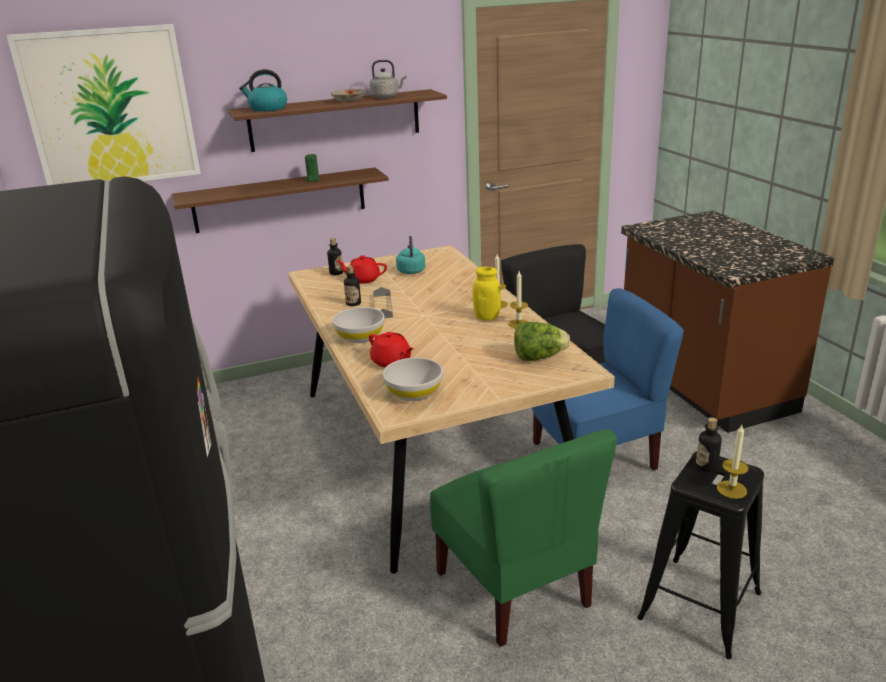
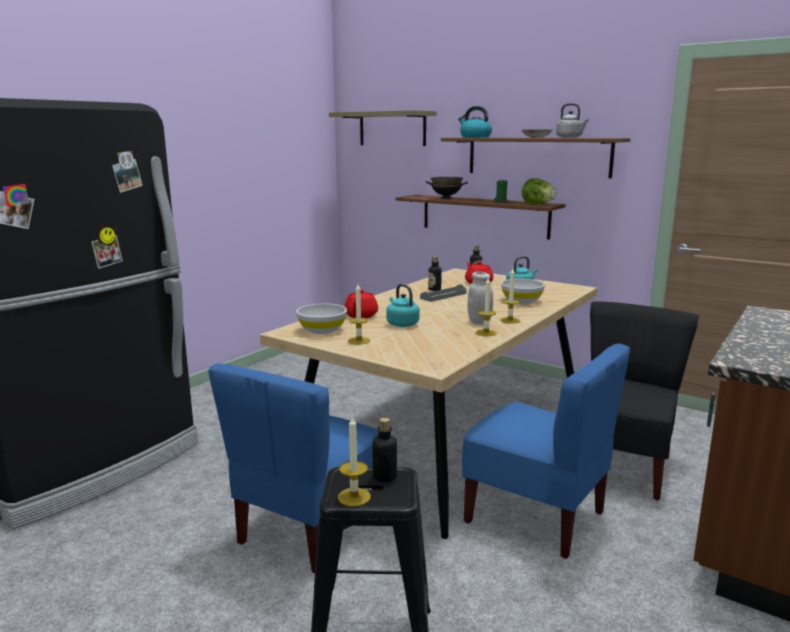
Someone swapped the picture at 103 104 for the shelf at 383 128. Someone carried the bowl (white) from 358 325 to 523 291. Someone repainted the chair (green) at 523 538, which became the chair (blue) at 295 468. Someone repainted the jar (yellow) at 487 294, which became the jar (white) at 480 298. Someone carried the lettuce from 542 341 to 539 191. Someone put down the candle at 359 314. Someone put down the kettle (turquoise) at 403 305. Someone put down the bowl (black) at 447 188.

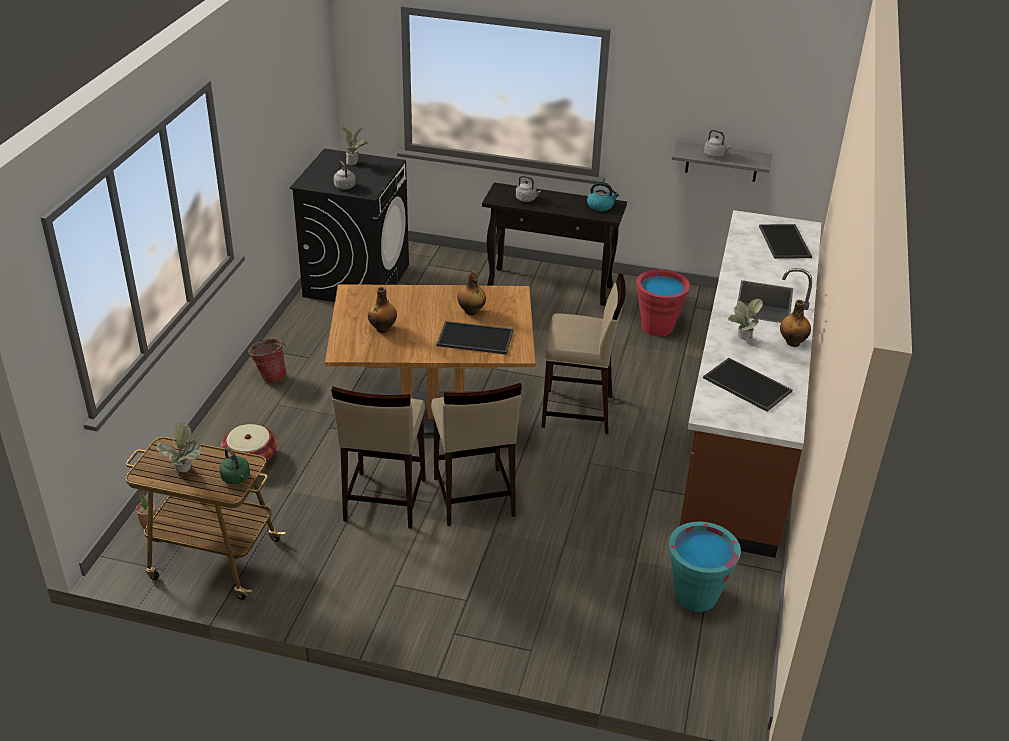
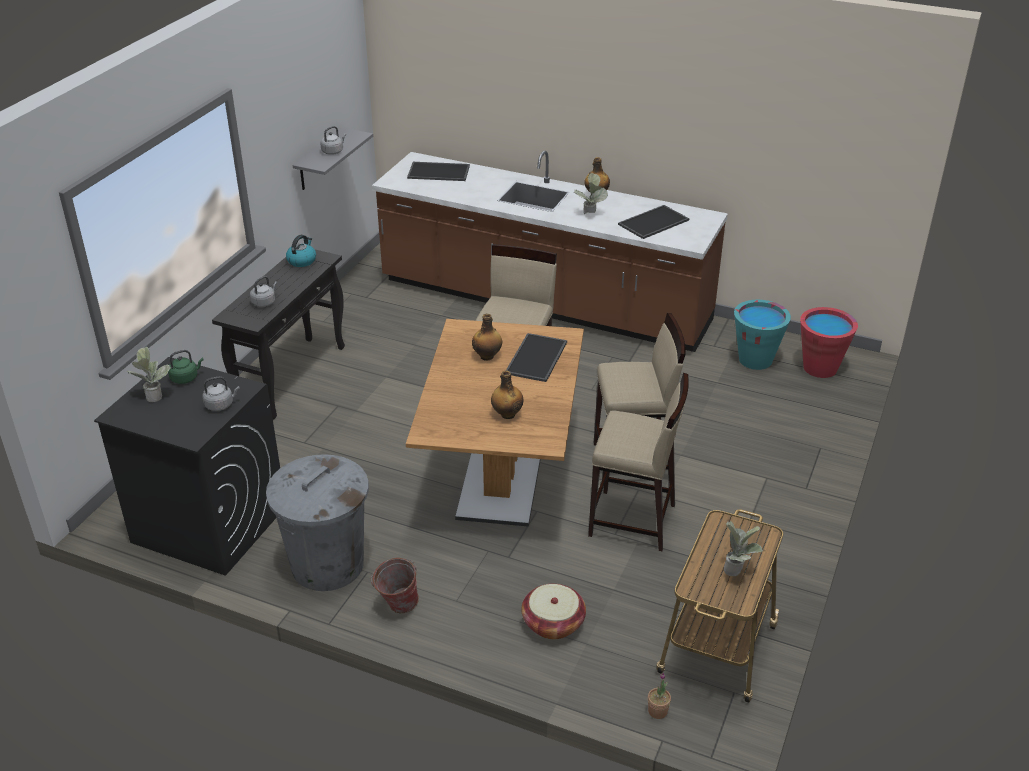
Someone carried the kettle (green) from 234 466 to 186 367. Someone carried the bucket (red) from 663 302 to 829 342. Someone put down the trash can (grey) at 317 522.

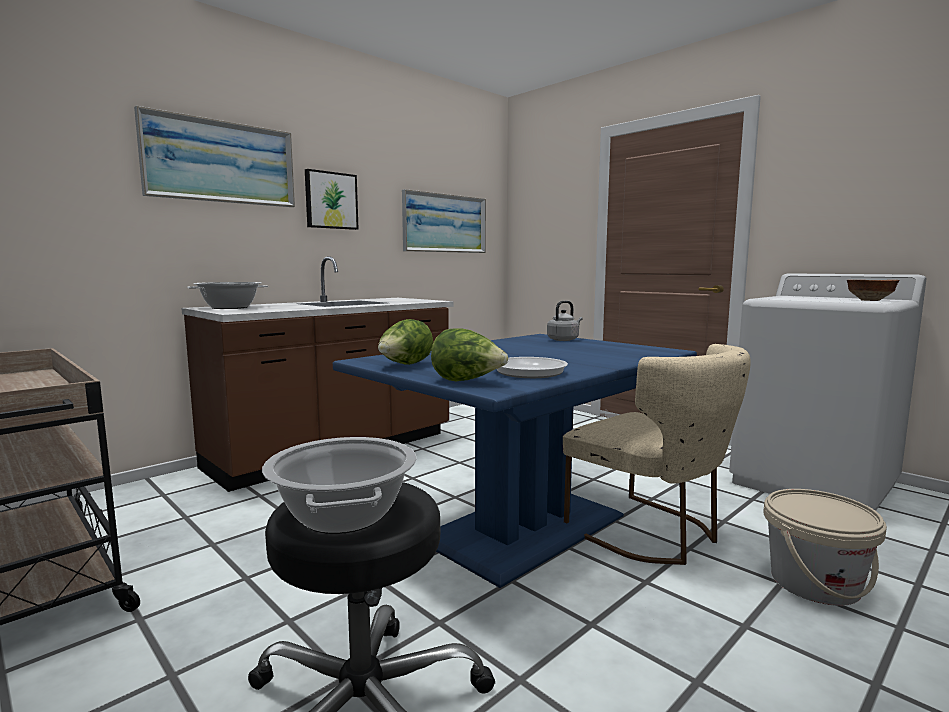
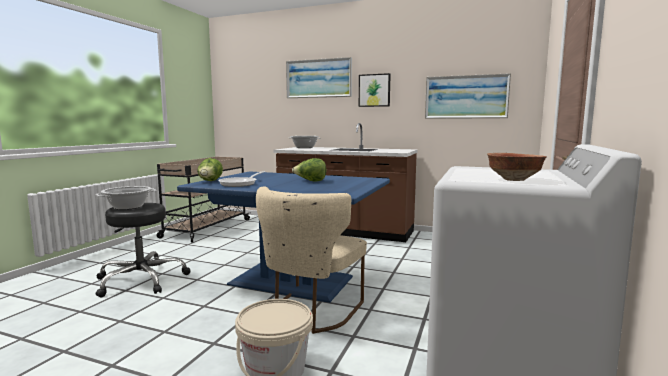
Someone carried the lettuce from 405 342 to 309 170. Someone took away the kettle (grey) at 565 321.

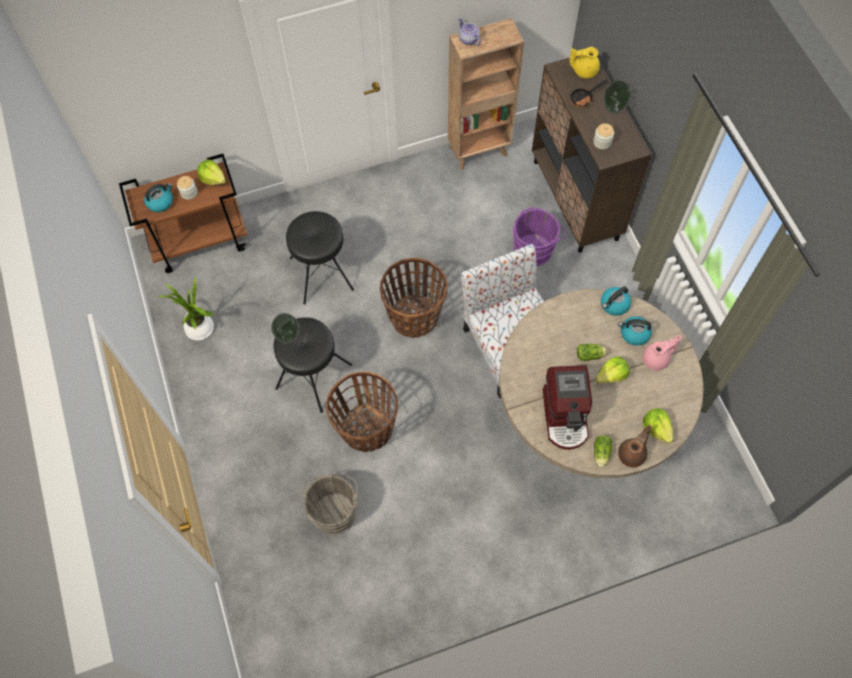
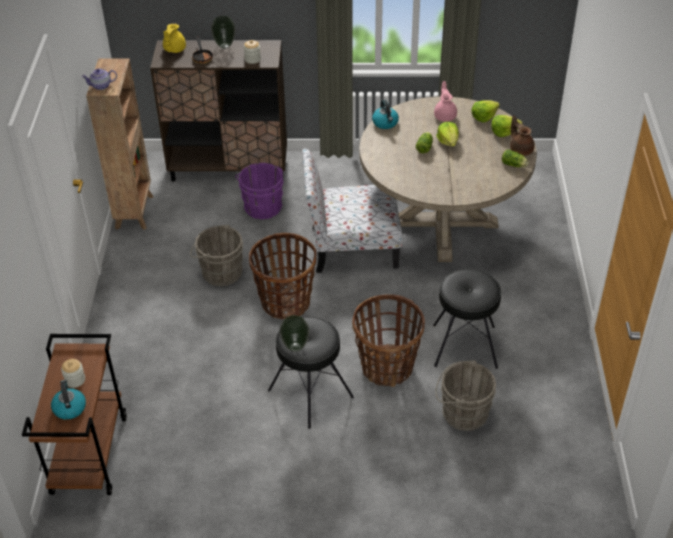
Someone took away the potted plant at 186 308. Someone carried the lettuce from 211 172 to 485 111. Someone carried the stool (black) from 320 258 to 467 319. Someone took away the coffee machine at 567 407. Someone took away the kettle at 635 331. Someone put down the bucket (grey) at 216 255.

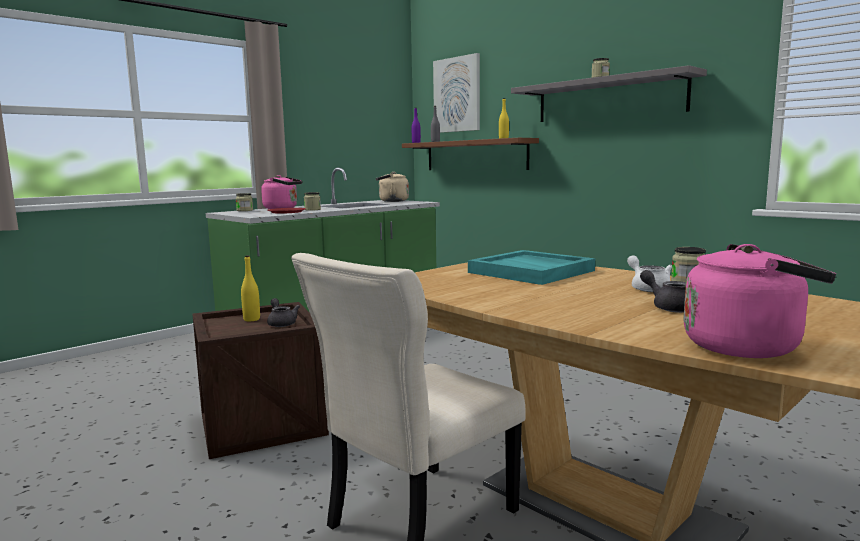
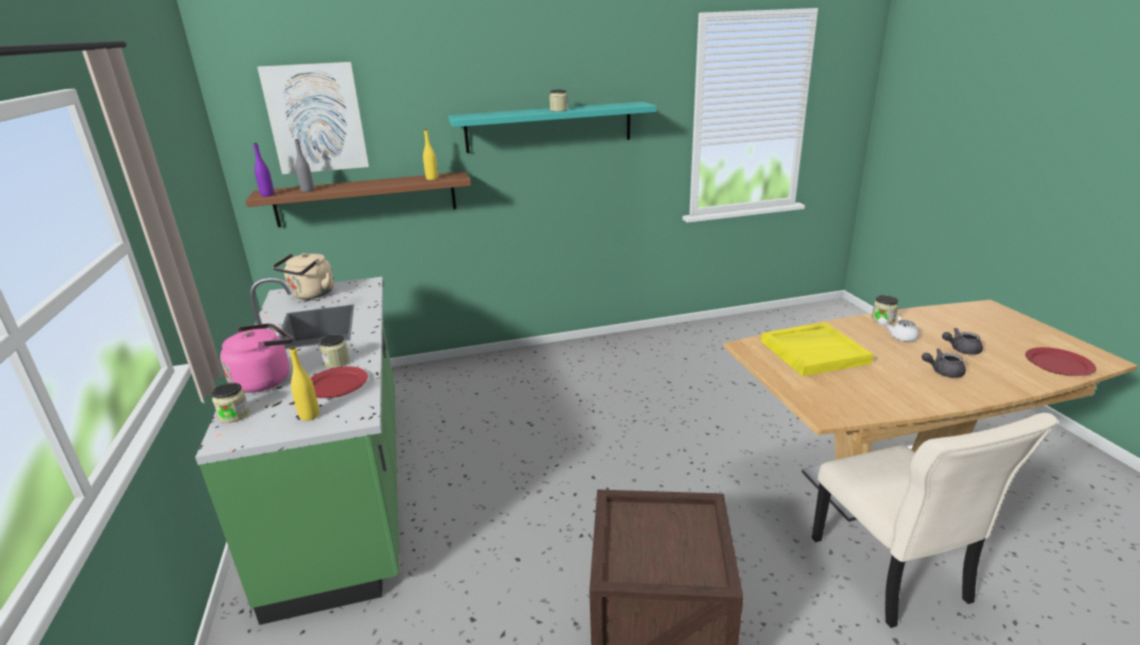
Someone carried the bottle (yellow) from 250 288 to 304 383. Someone carried the teapot (grey) from 283 312 to 944 363. Someone repainted the tray (turquoise) at 531 267, which became the tray (yellow) at 817 349. Someone repainted the shelf (grey) at 609 93, which became the shelf (turquoise) at 552 127. Someone swapped the kettle (pink) at 760 301 for the plate (red) at 1060 361.

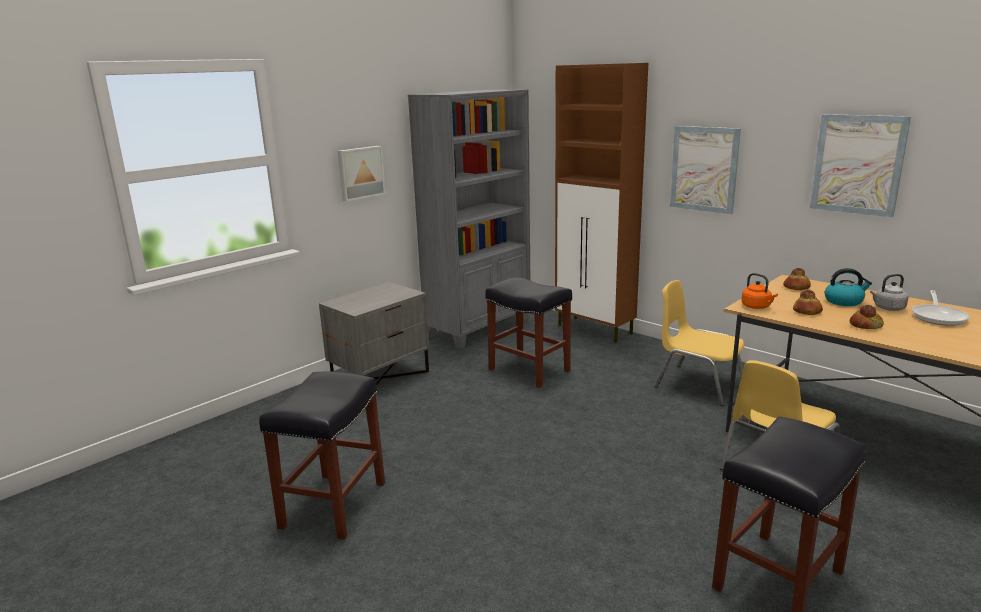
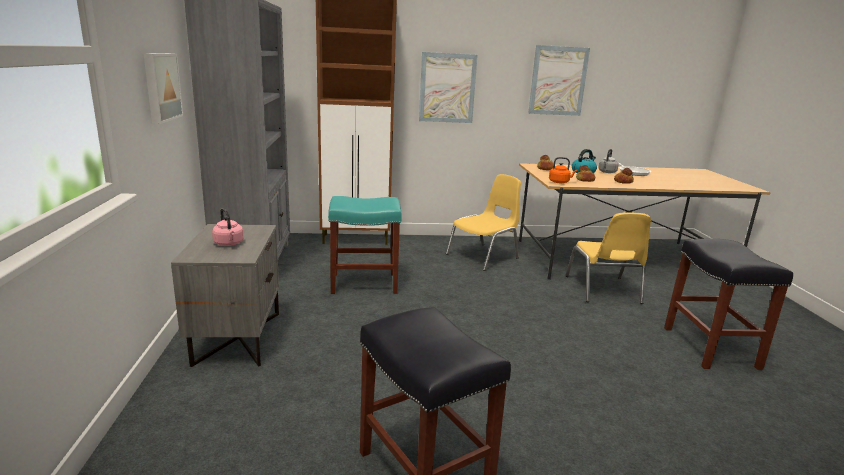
Someone repainted the stool (black) at 528 332, which became the stool (turquoise) at 365 245. Someone rotated the chair (yellow) at 699 343 by 150 degrees clockwise. Someone put down the kettle (pink) at 228 227.

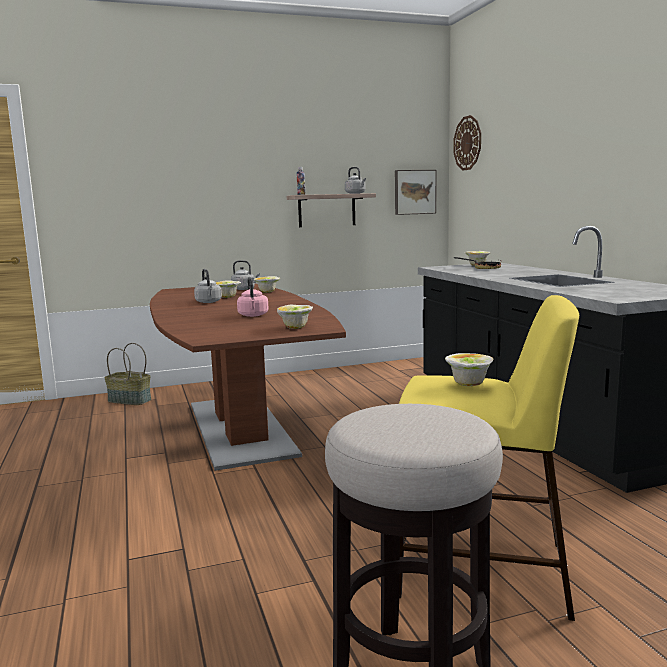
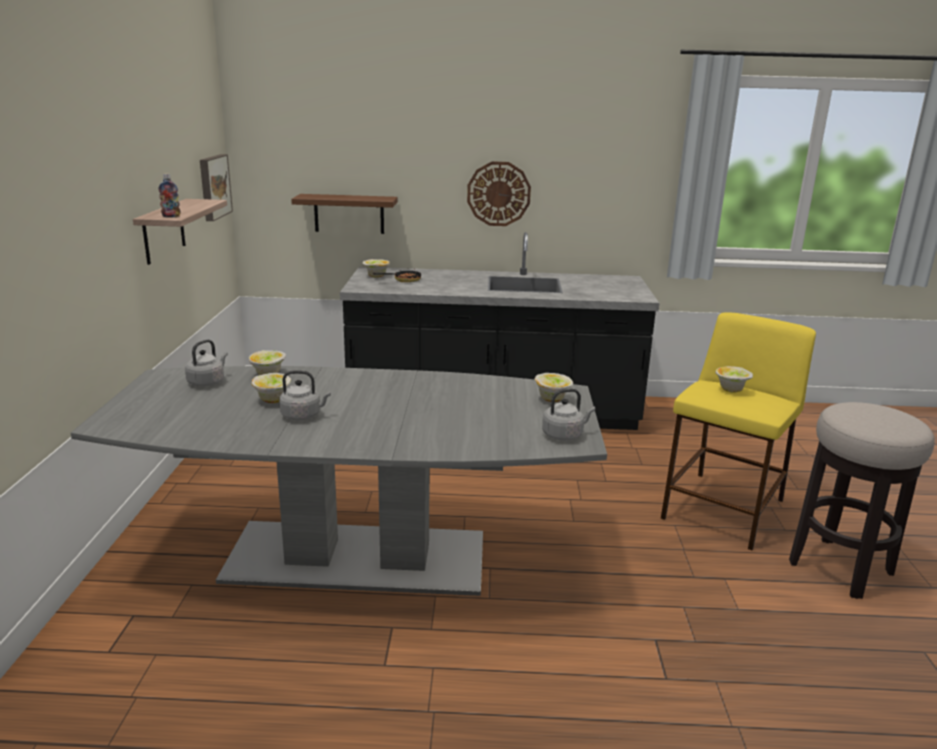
Someone took away the basket at 127 374. Someone repainted the dining table (brown) at 248 377, which became the dining table (grey) at 339 481. Someone took away the kettle (pink) at 252 297. Someone carried the kettle (grey) from 355 180 to 568 415. Someone carried the wall clock from 467 143 to 499 193. Someone put up the shelf (brown) at 344 214.

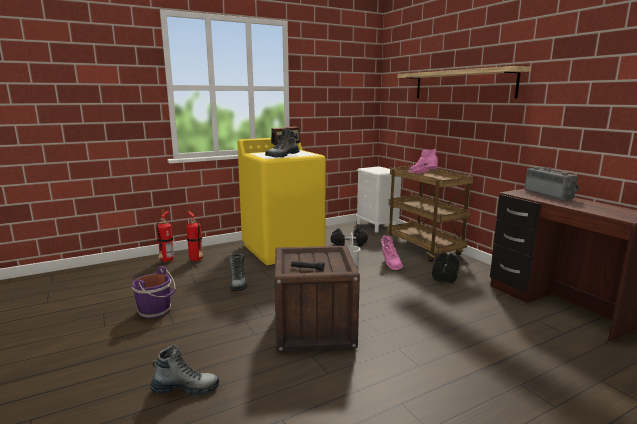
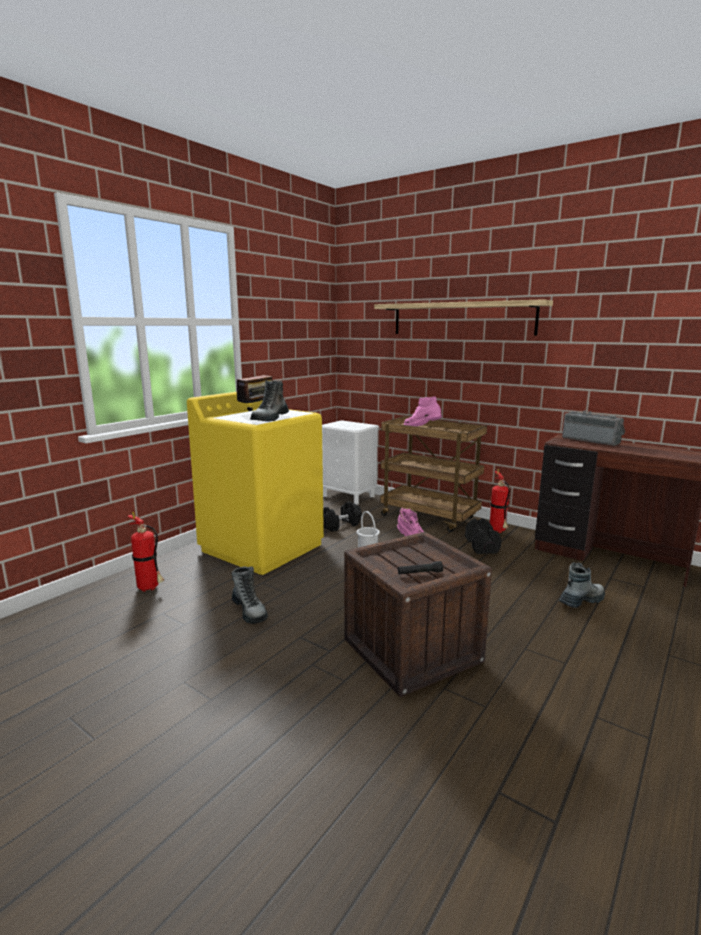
Someone took away the bucket (purple) at 154 292. Someone carried the boot from 184 369 to 582 585. Someone carried the fire extinguisher from 165 235 to 500 501.

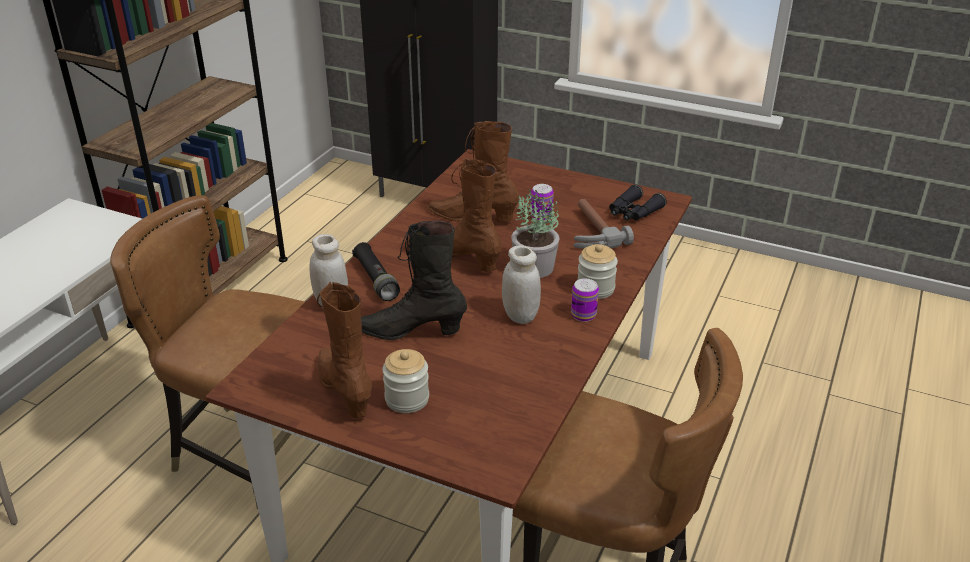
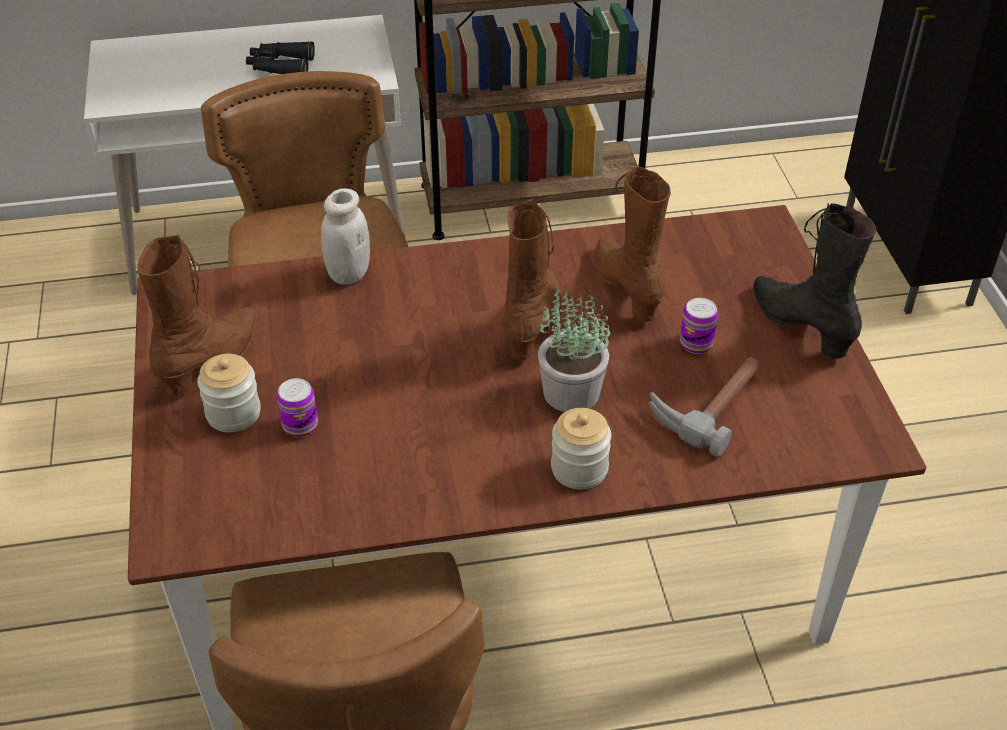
Someone took away the flashlight (black) at 376 271. Someone carried the boot (black) from 414 280 to 814 281. Someone took away the jar (white) at 521 284. Someone carried the can from 585 300 to 297 407. Someone carried the binoculars (black) from 638 202 to 280 57.

